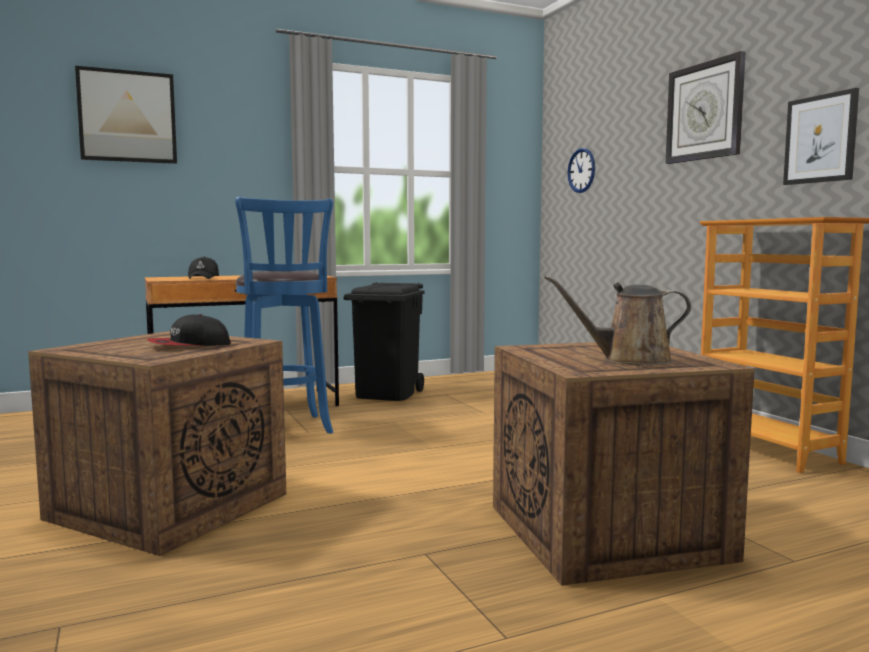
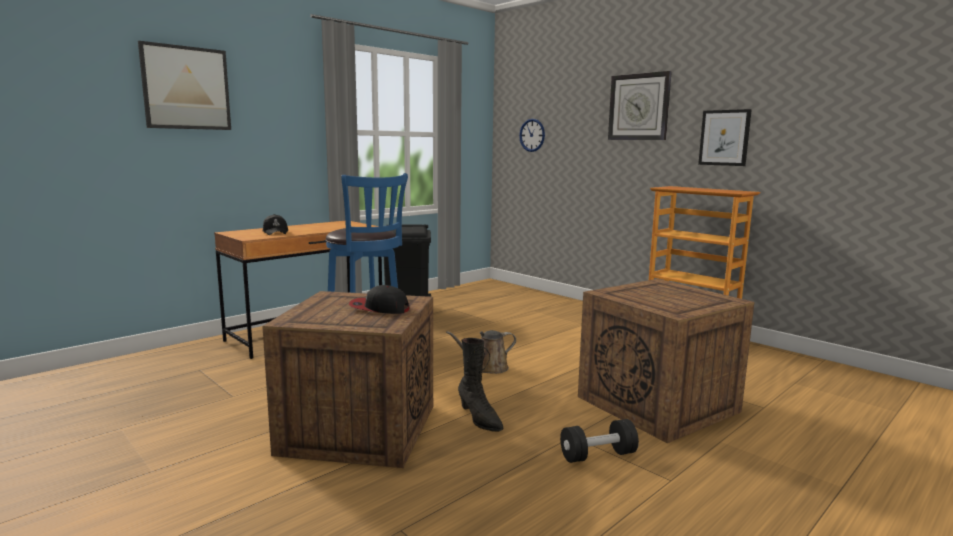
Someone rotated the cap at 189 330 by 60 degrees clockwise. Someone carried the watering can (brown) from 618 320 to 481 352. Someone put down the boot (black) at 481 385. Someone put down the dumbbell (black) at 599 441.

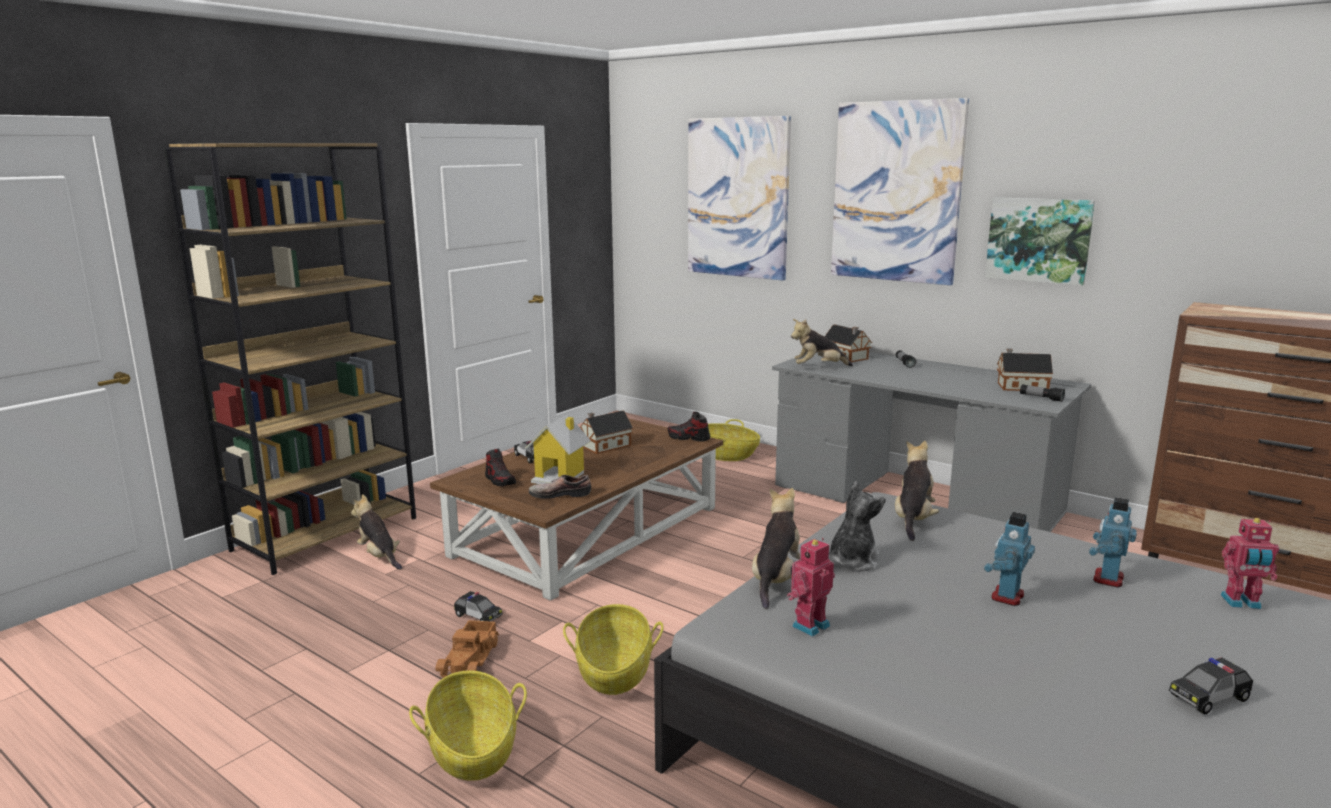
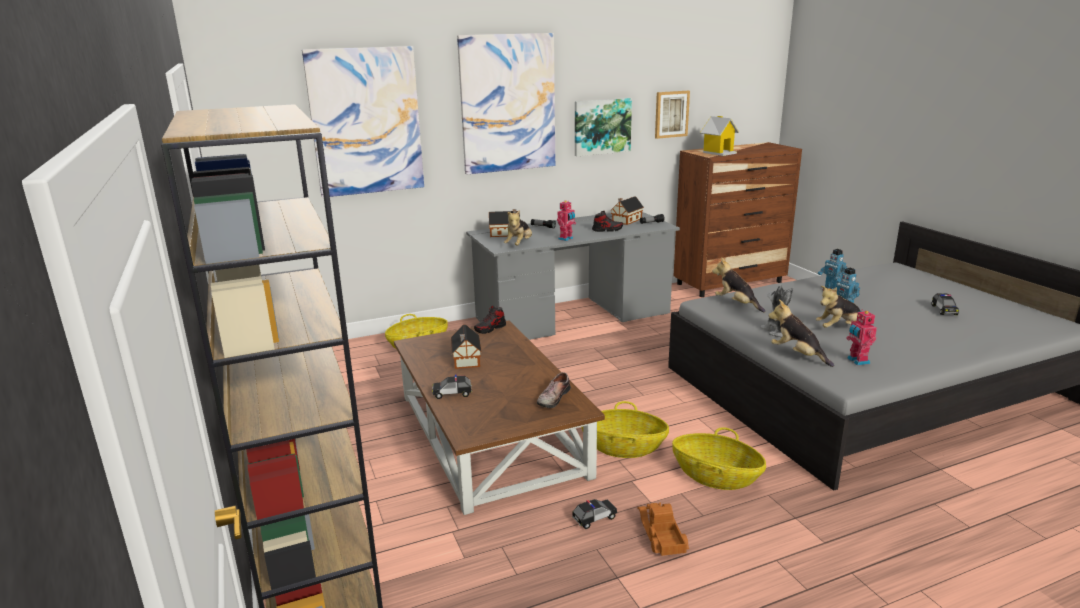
Someone carried the plush toy from 376 532 to 838 307. Someone carried the basket from 468 725 to 625 429. Someone rotated the toy truck at 467 649 by 135 degrees counterclockwise. Someone carried the shoe from 500 467 to 607 221. Someone carried the toy house from 558 449 to 719 136. Someone carried the toy robot from 1250 563 to 566 220. Someone put up the picture at 672 115.

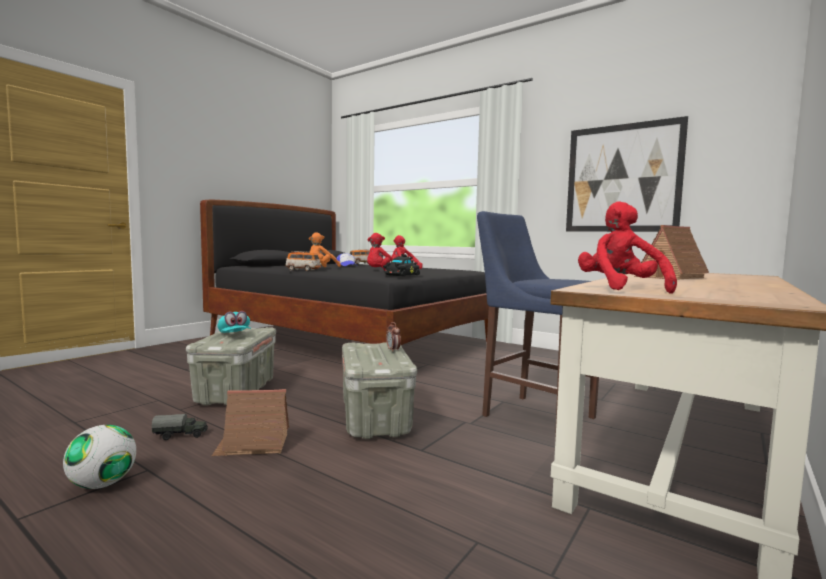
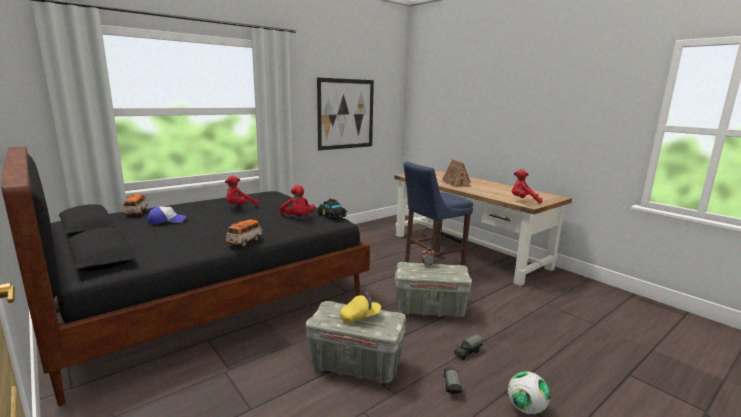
Someone swapped the toy house at 250 422 for the toy truck at 468 347. Someone repainted the cap (turquoise) at 234 322, which became the cap (yellow) at 360 307. Someone took away the plush toy (orange) at 325 249.

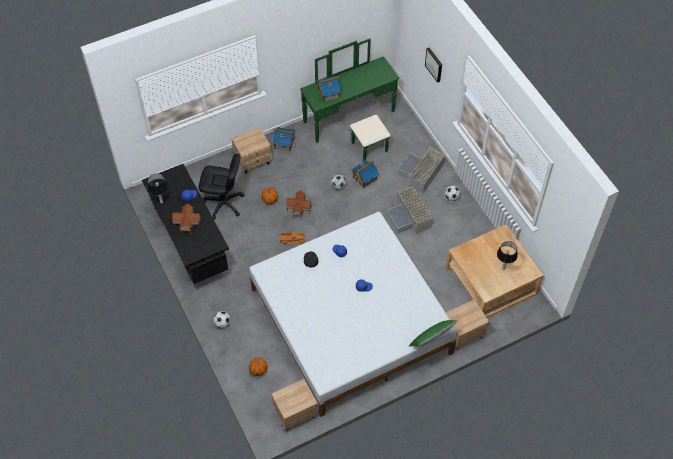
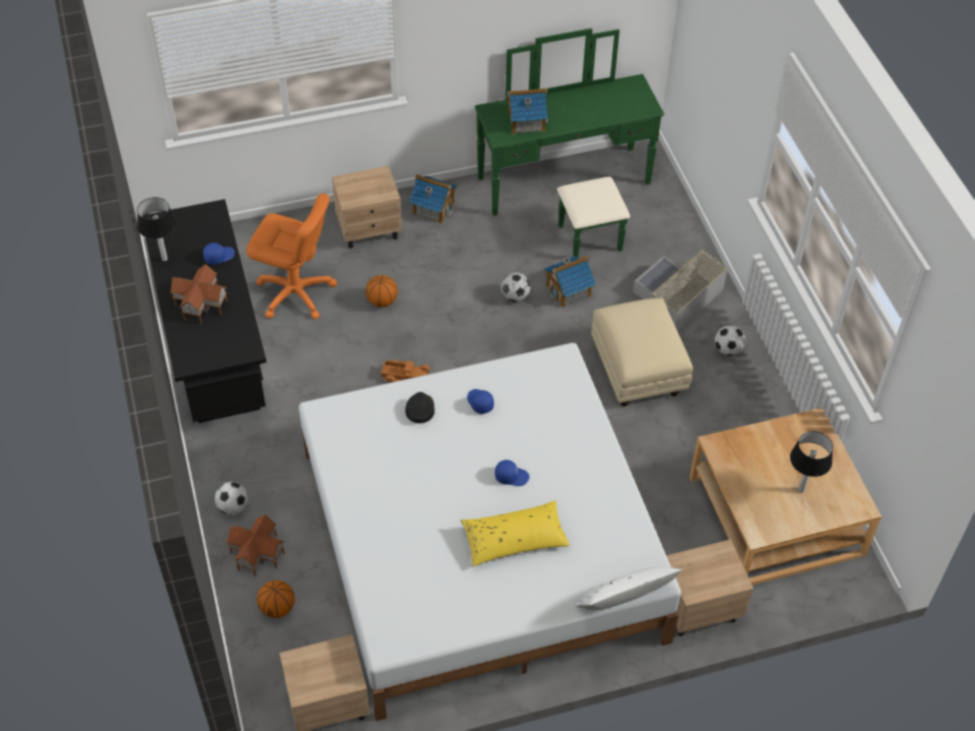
Someone repainted the office chair (black) at 221 187, which became the office chair (orange) at 291 256. Someone carried the toy house from 299 205 to 256 545. Someone swapped the storage box (grey) at 409 210 for the ottoman (beige) at 642 352. Someone repainted the pillow (green) at 433 333, which became the pillow (white) at 628 588. Someone took away the picture at 433 65. Someone put down the pillow (yellow) at 515 533.

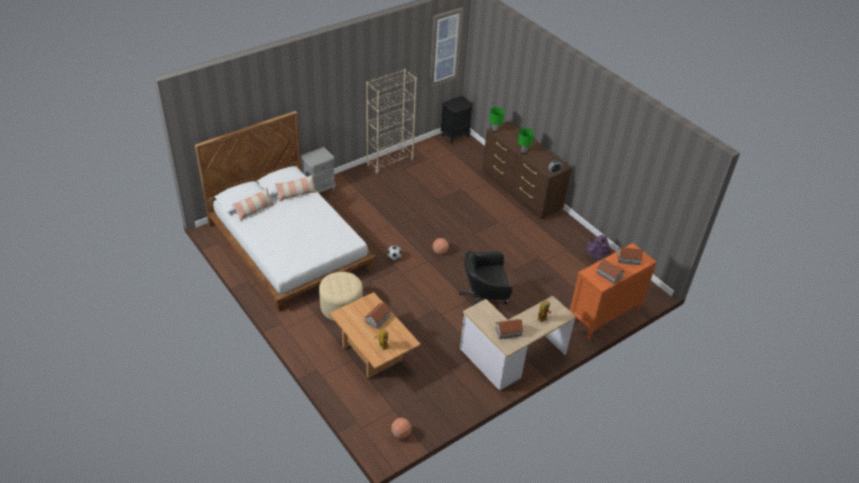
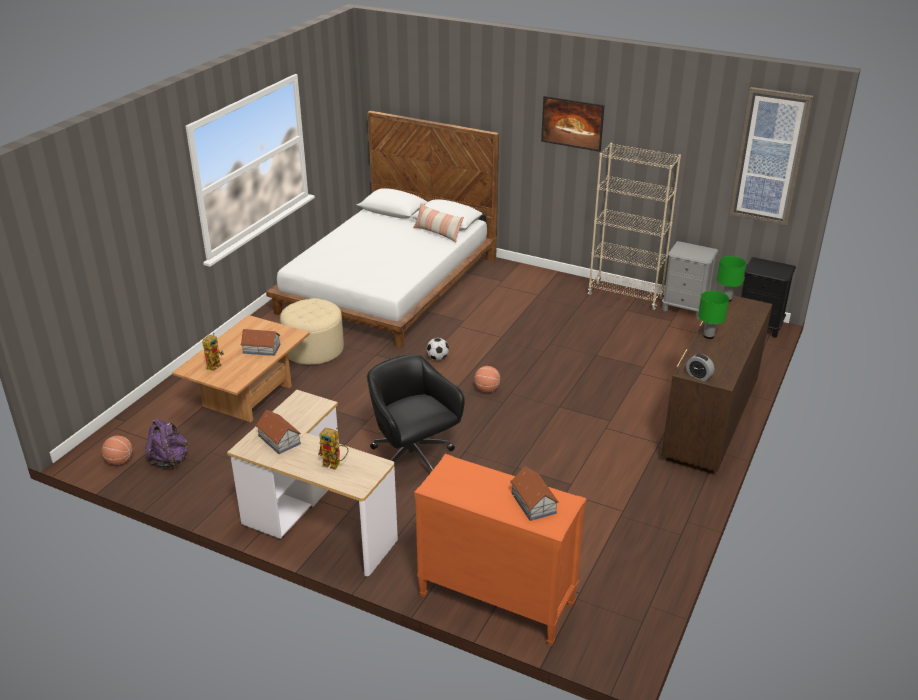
Someone took away the pillow at 253 204. Someone carried the nightstand (grey) from 318 170 to 690 280. Someone carried the backpack (purple) from 597 248 to 166 443. Someone took away the toy house at 610 271. Someone put up the picture at 572 124.

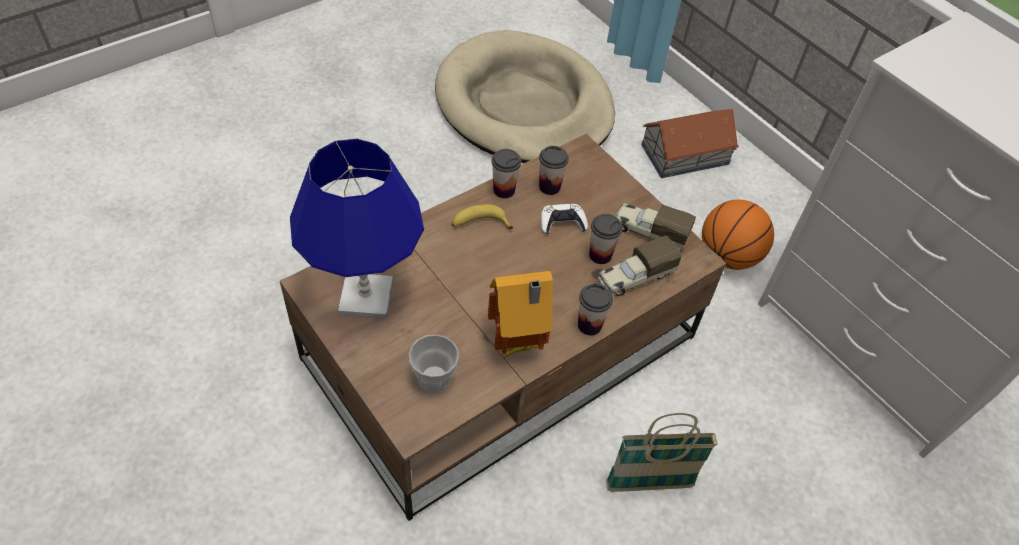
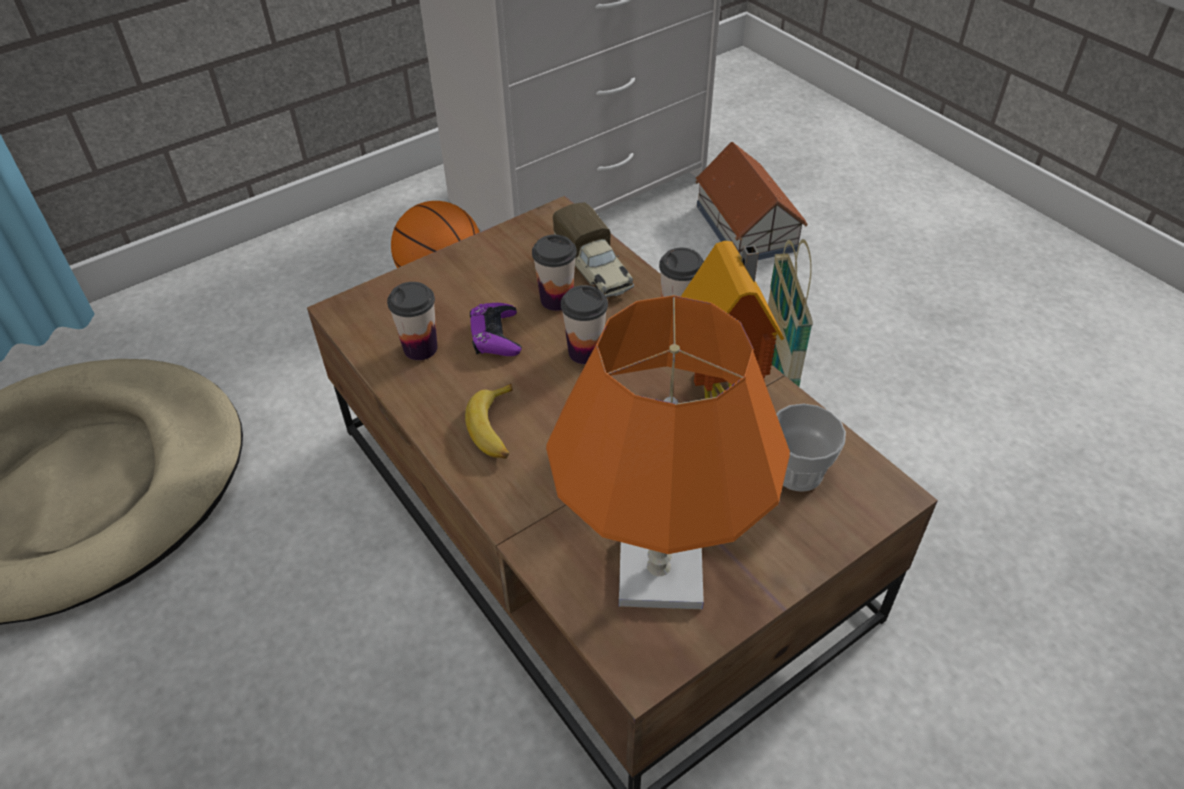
Someone repainted the table lamp (blue) at 357 229, which became the table lamp (orange) at 668 452. Someone carried the cup from 506 173 to 584 324. Someone repainted the game controller (white) at 564 219, which became the game controller (purple) at 496 329. Someone took away the toy truck at 655 226. Someone carried the toy house from 690 143 to 751 201.

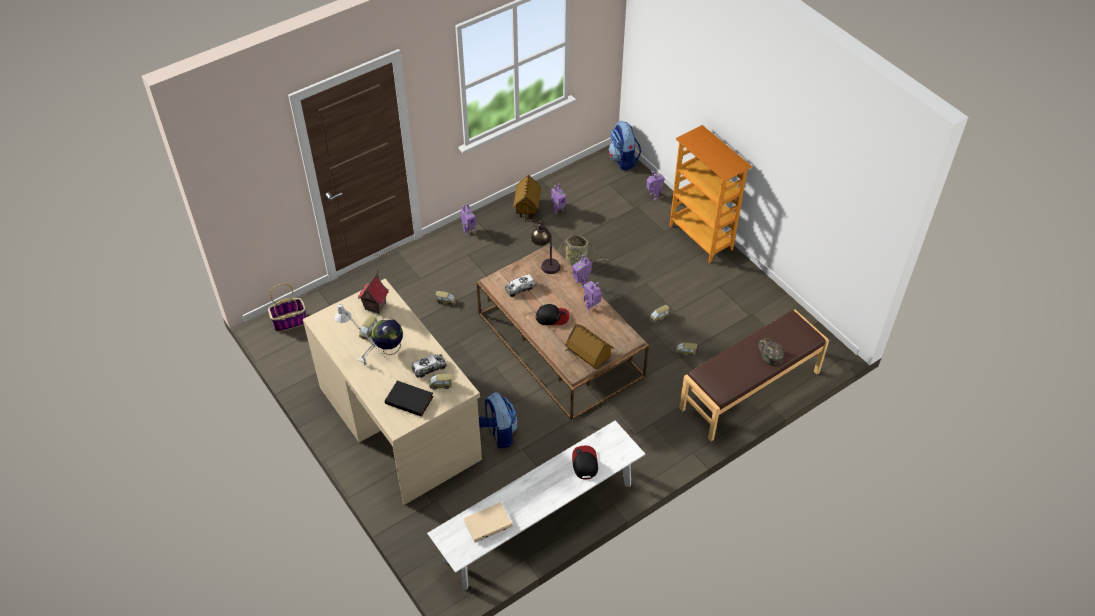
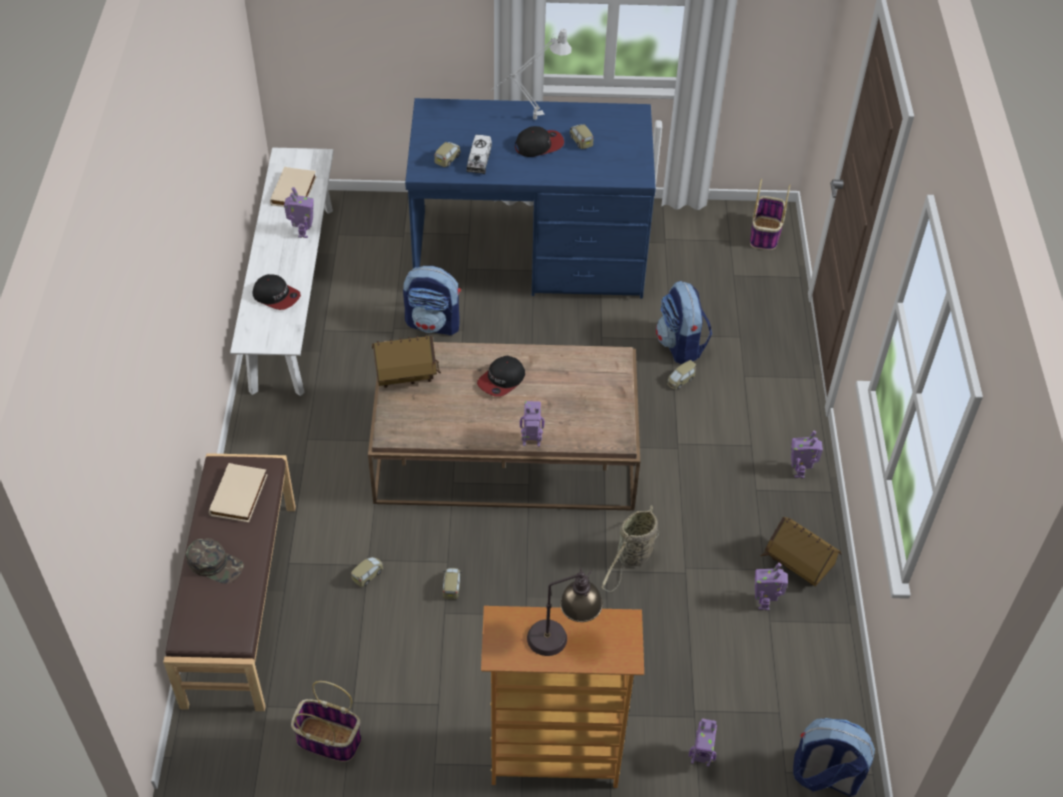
Someone repainted the desk (beige) at 392 392, which became the desk (blue) at 530 198. Someone took away the toy house at 373 292. Someone swapped the globe at 387 336 for the cap at 539 141. Someone took away the book (black) at 409 398. Someone took away the toy truck at 520 285. Someone carried the table lamp from 545 247 to 565 612. Someone carried the toy robot from 593 296 to 299 212. Someone put down the book (beige) at 238 492. Someone put down the basket at 326 721. Someone put down the backpack at 684 322.

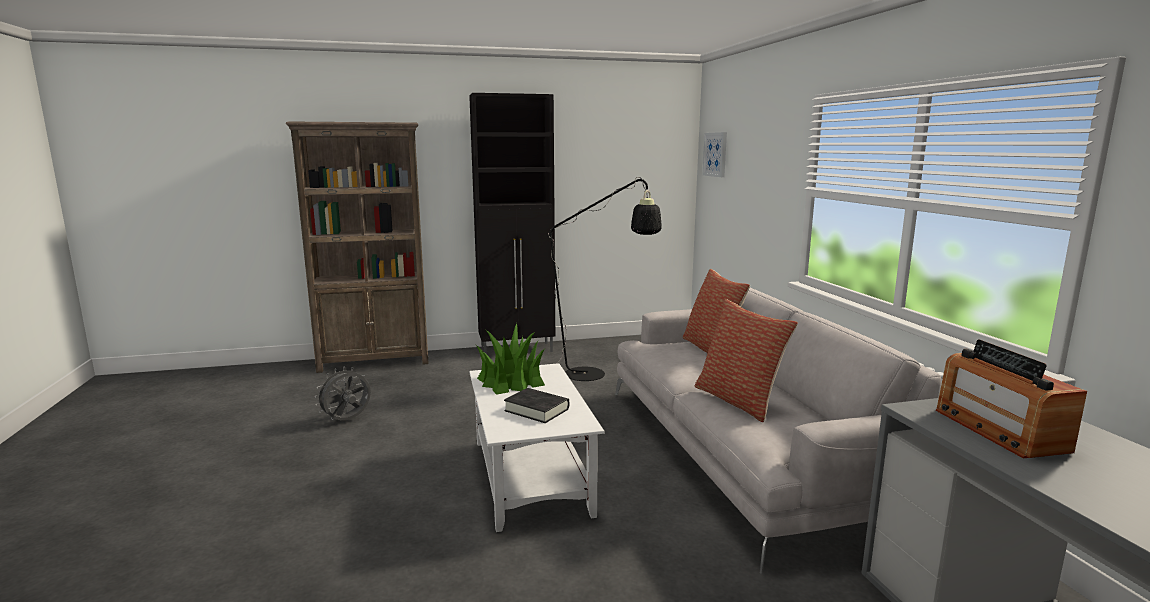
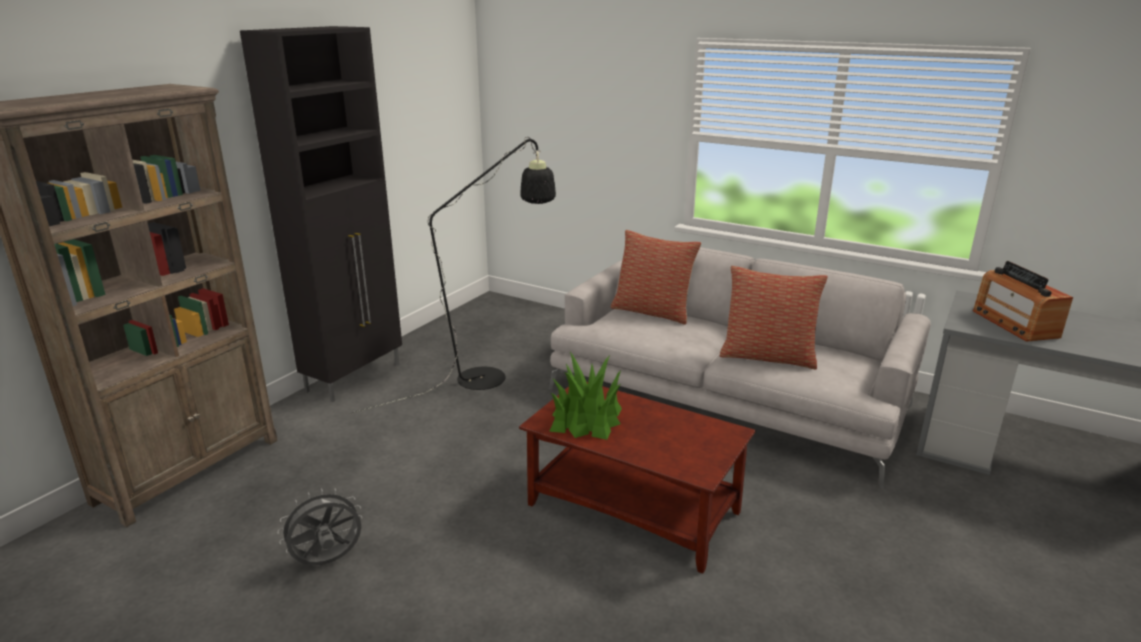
Someone rotated the fan (grey) at 342 393 by 60 degrees clockwise. Someone repainted the coffee table (white) at 537 447, which became the coffee table (brown) at 637 478. Someone took away the book (black) at 536 405. Someone took away the picture at 715 154. Someone rotated the radio at 1011 398 by 45 degrees clockwise.

